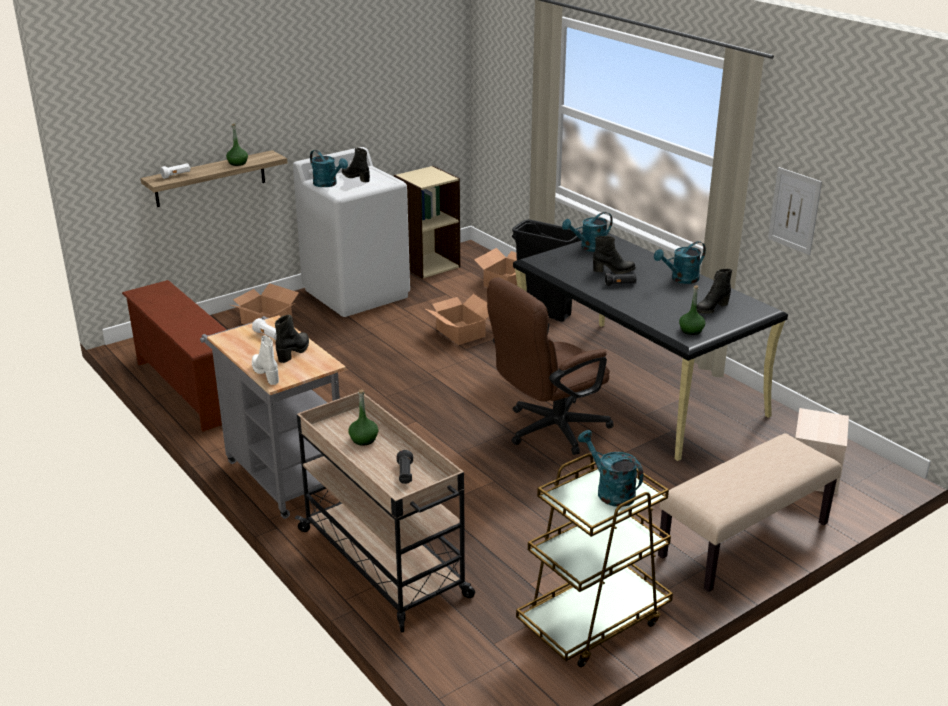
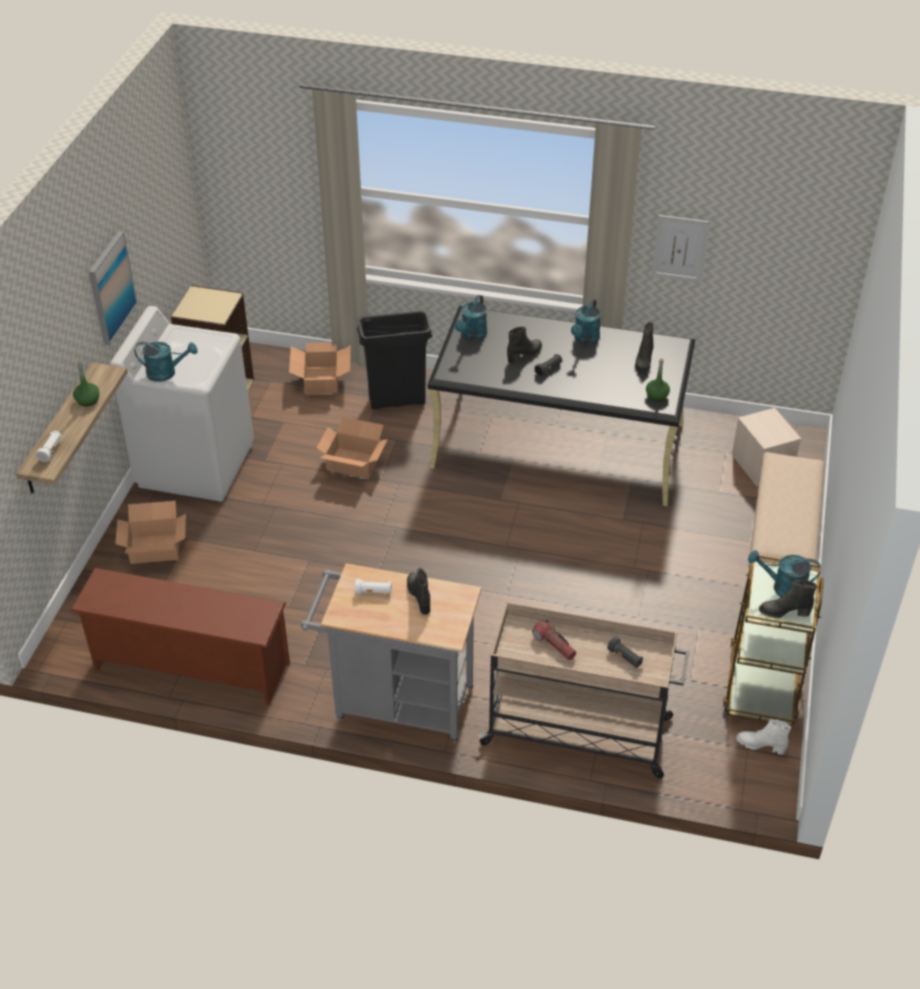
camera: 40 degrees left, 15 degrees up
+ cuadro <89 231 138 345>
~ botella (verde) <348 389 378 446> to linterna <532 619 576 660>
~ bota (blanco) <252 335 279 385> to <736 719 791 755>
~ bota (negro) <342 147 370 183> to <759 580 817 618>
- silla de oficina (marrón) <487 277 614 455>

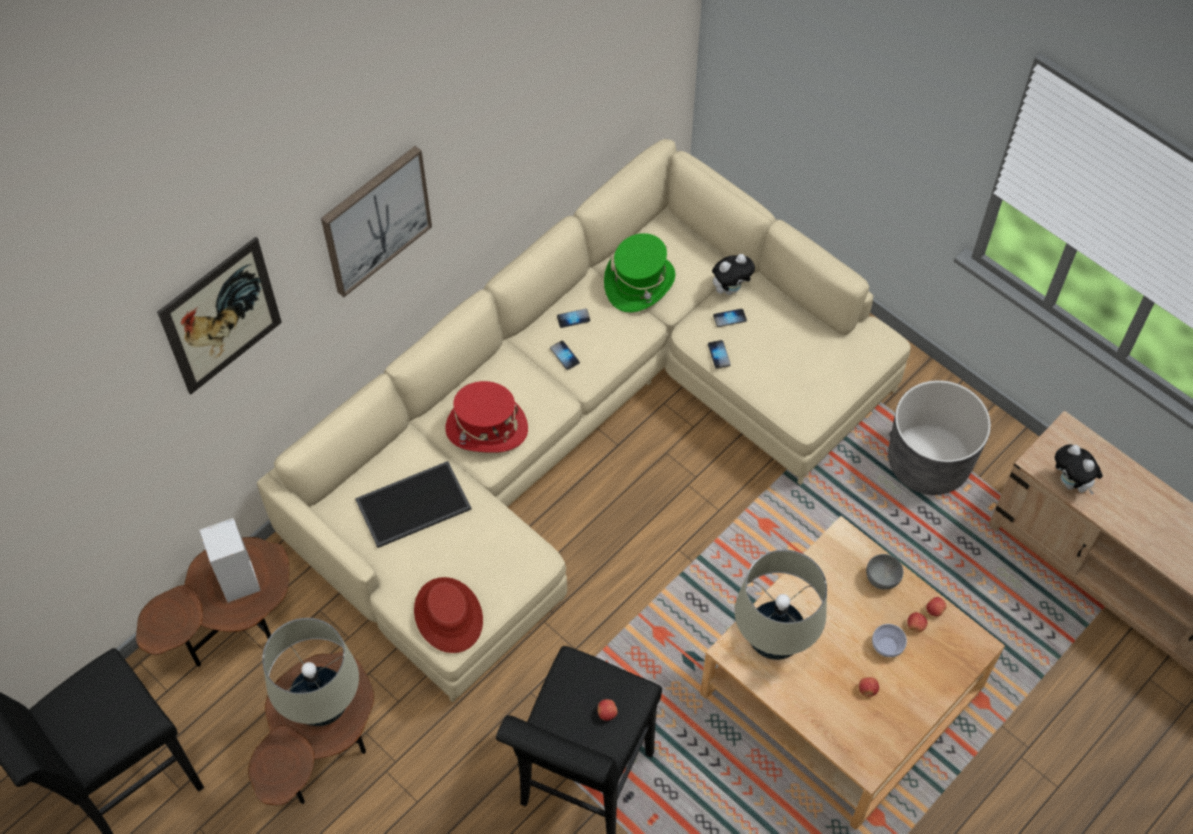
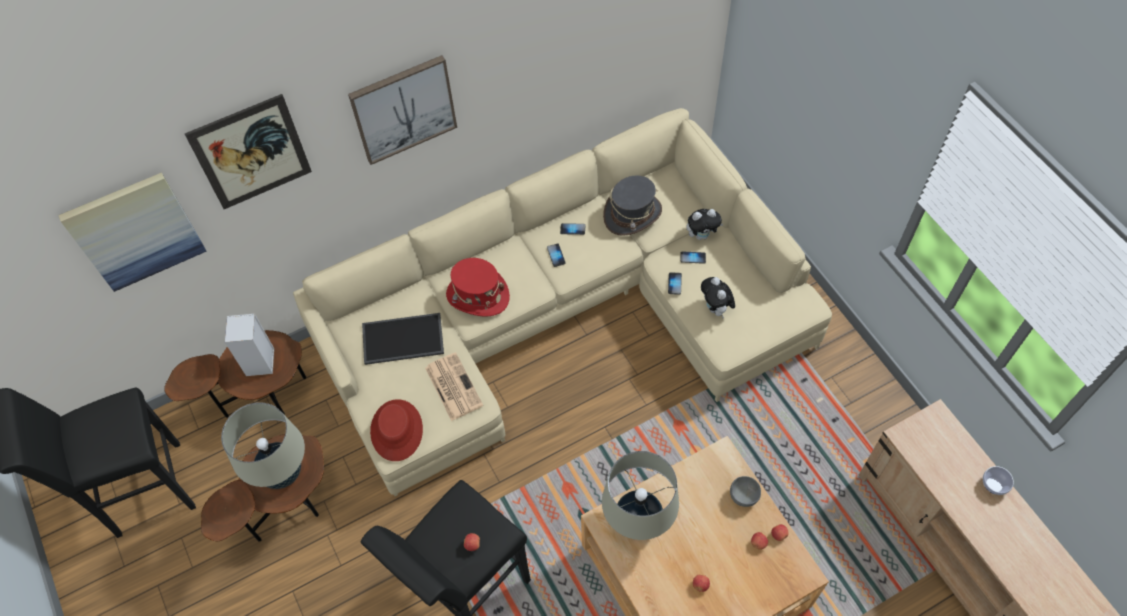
camera: 20 degrees right, 0 degrees up
+ cuadro <58 172 207 292>
+ periódico <425 352 483 421>
~ sombrero (verde) <604 233 675 313> to sombrero (gris) <603 175 662 236>
~ peluche <1055 444 1103 495> to <701 277 735 318>
~ cuenco <872 624 907 657> to <983 466 1014 495>
- maceta (gris) <888 380 991 495>

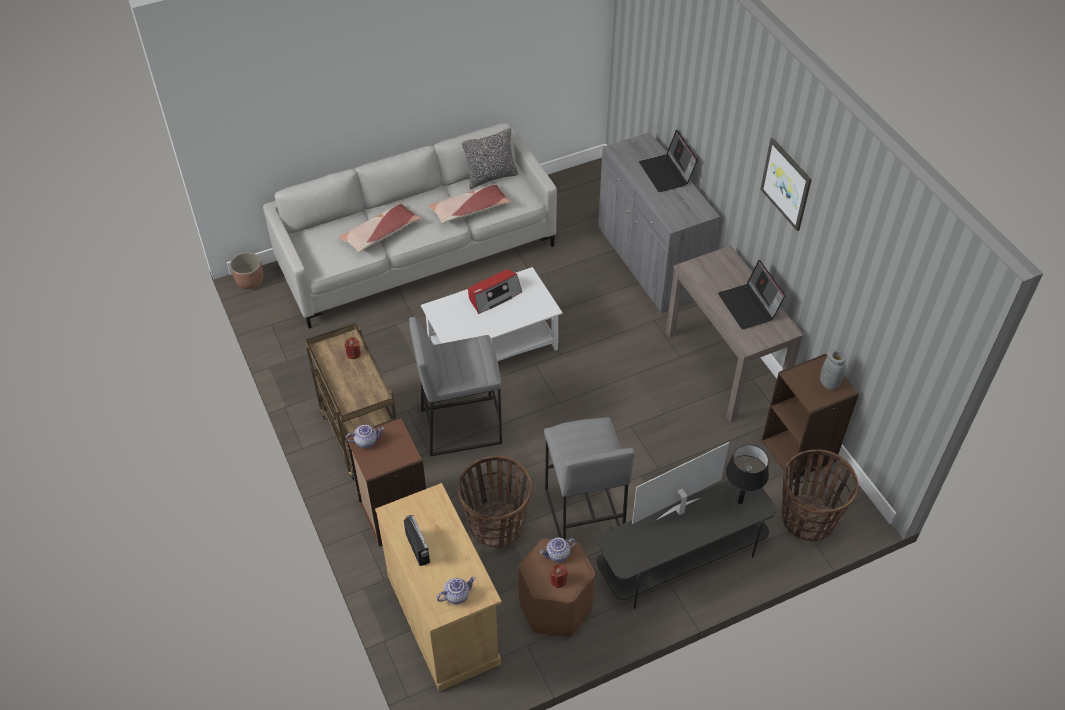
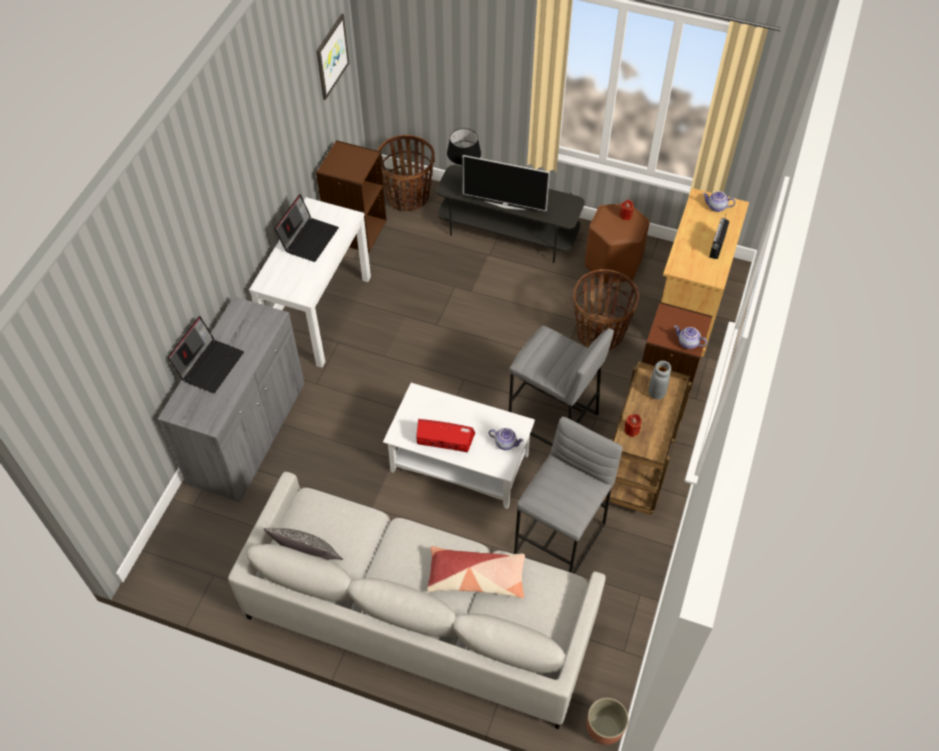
camera: 135 degrees left, 5 degrees up
~ mesa consola (marrón) <666 246 804 422> to mesa consola (blanco) <249 197 371 368>
~ cuadro <760 138 812 231> to <316 14 349 100>
~ tetera <540 538 576 562> to <489 428 524 450>
~ taburete (gris) <544 417 635 540> to <514 416 623 574>
~ florero (gris) <820 350 847 390> to <649 361 671 399>
- cojín <428 184 511 223>

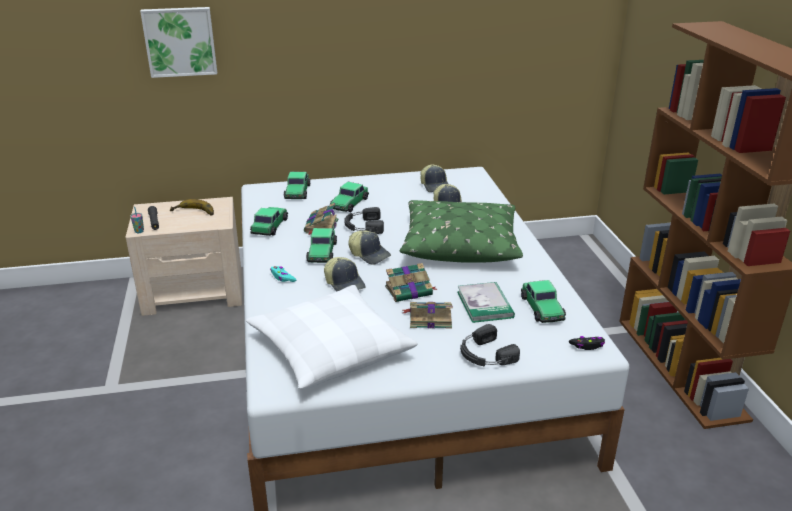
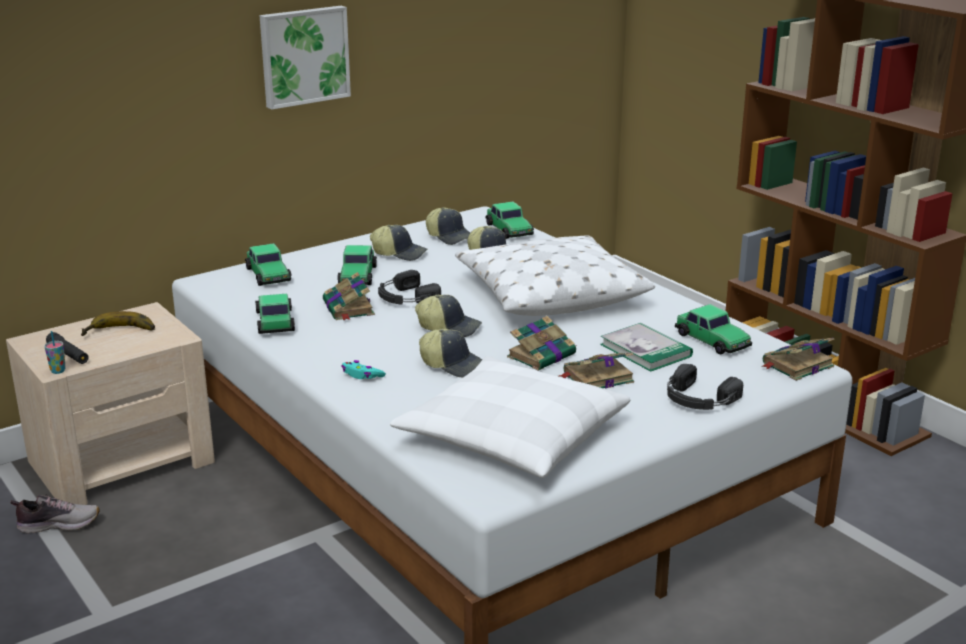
camera: 25 degrees left, 5 degrees down
+ zapato <10 495 100 533>
~ cuadro <140 7 217 78> to <259 6 351 110>
+ gorra <370 225 427 261>
~ cojín (verde) <400 200 523 263> to cojín (blanco) <455 235 655 316>
~ coche de juguete <306 228 337 263> to <486 201 534 239>
~ mando de consola (negro) <569 336 605 350> to libro <761 338 834 381>

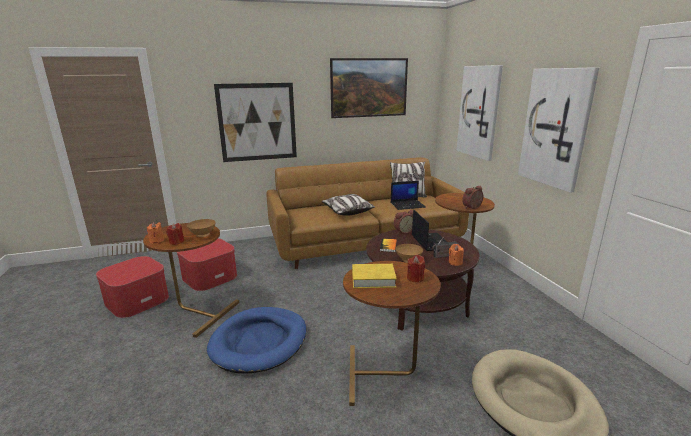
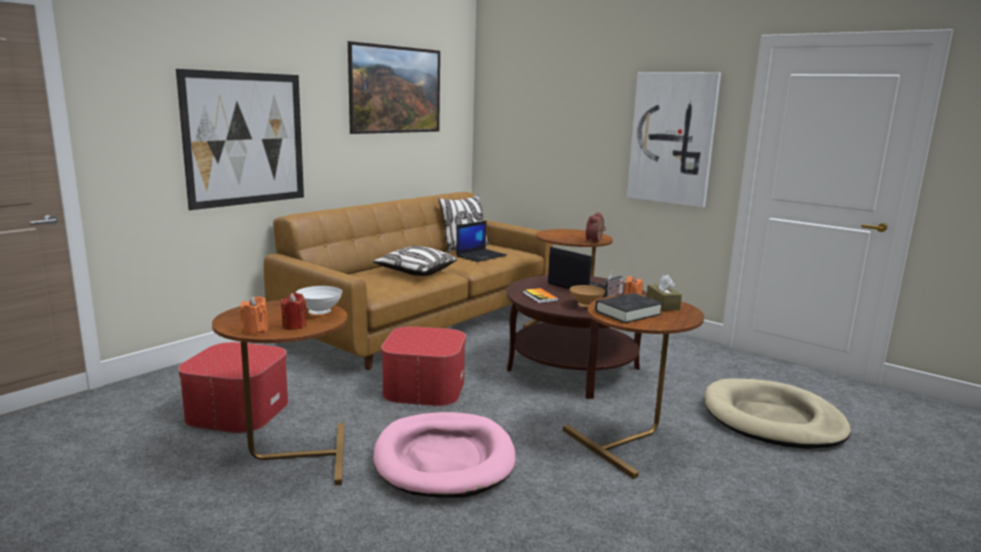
camera: 35 degrees left, 5 degrees down
~ cuenco (marrón) <187 219 216 237> to cuenco (blanco) <295 286 343 314>
~ cama para perro (azul) <207 307 306 374> to cama para perro (rosa) <373 412 515 498>
~ puf <96 256 169 318> to <381 326 466 406>
~ libro (amarillo) <352 264 397 288> to libro (negro) <595 293 663 323>
~ vela (rojo) <407 255 425 282> to caja de pañuelos (marrón) <646 275 682 311>
- despertador <394 210 413 234>
- cuadro <456 65 503 161>

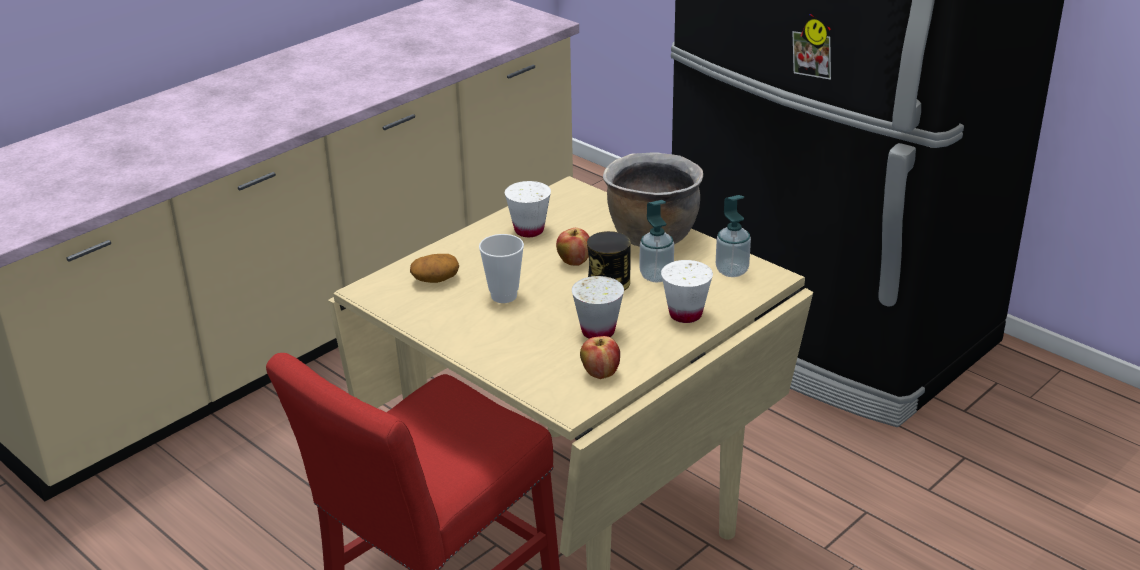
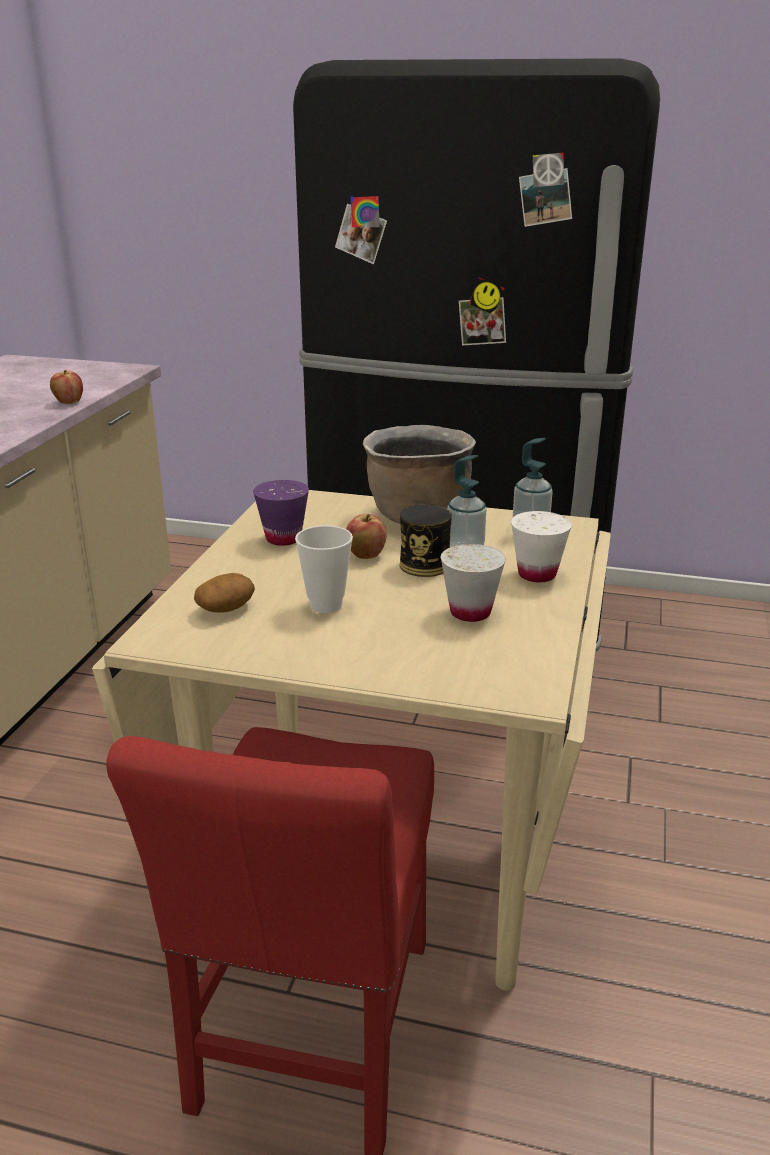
camera: 30 degrees left, 5 degrees down
~ manzana <580 336 620 379> to <50 370 83 404>
~ taza (blanco) <505 181 551 237> to taza (morado) <253 480 309 546>

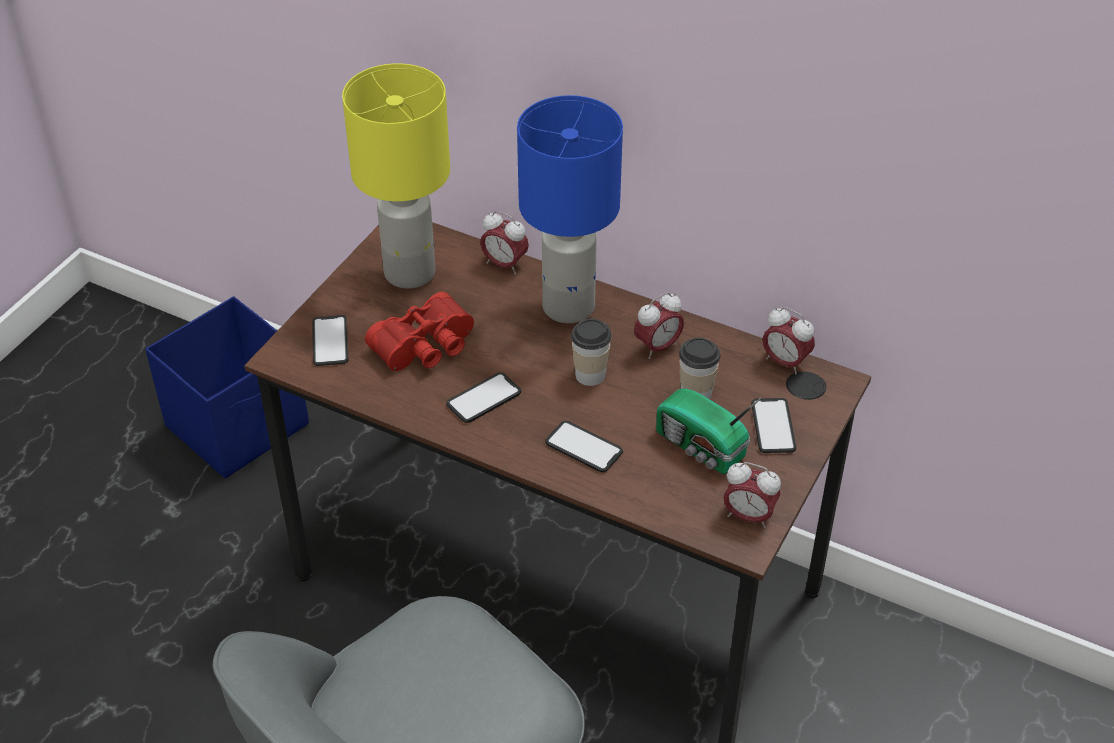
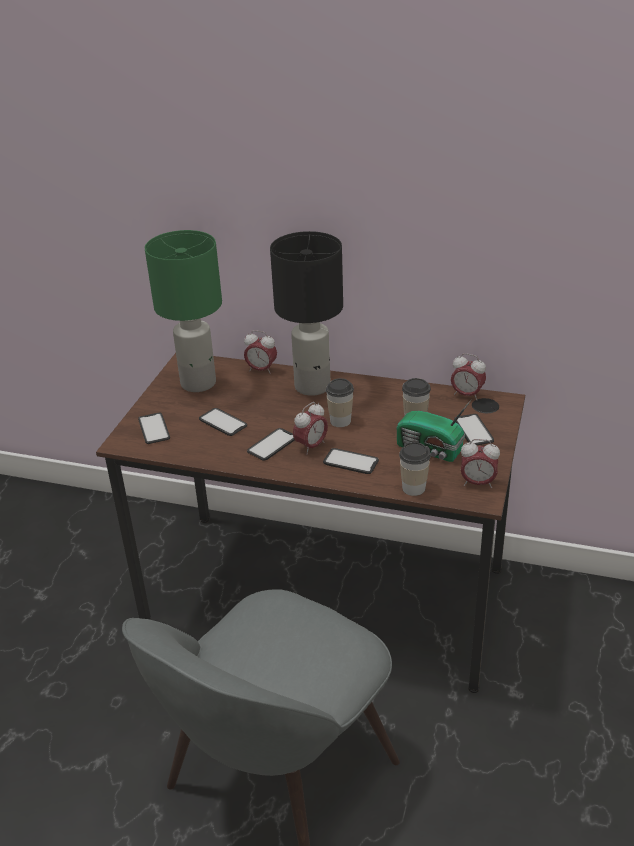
camera: 10 degrees left, 10 degrees down
~ lámpara de mesa (amarillo) <342 63 450 289> to lámpara de mesa (verde) <145 230 222 392>
~ prismáticos (rojo) <365 292 474 371> to móvil <199 408 247 436>
~ lámpara de mesa (azul) <517 95 623 323> to lámpara de mesa (negro) <270 231 343 396>
~ despertador <634 292 684 359> to <293 402 328 455>
+ taza <399 442 431 496>
- caja de almacenaje (azul) <145 297 309 478>

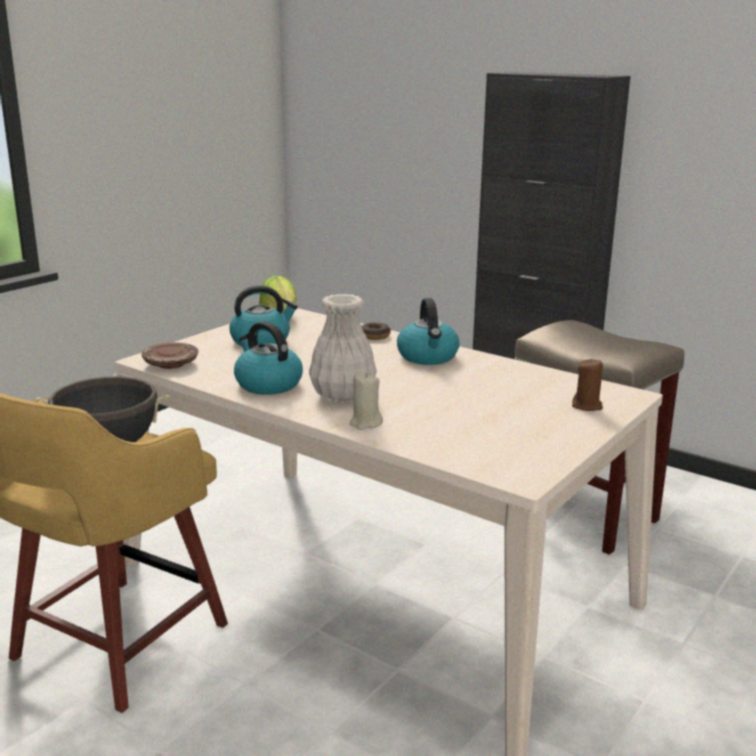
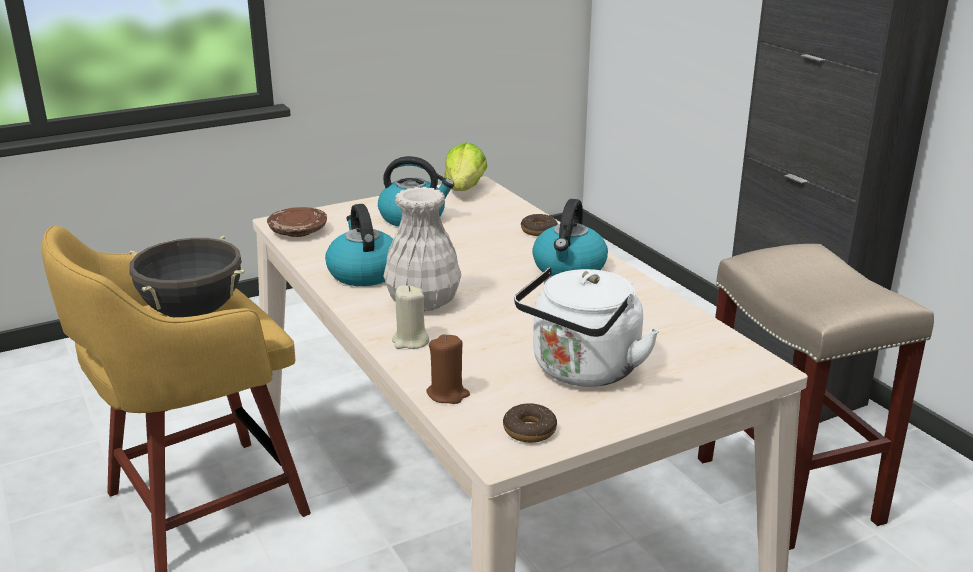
camera: 25 degrees right, 5 degrees up
~ vela (marrón) <572 358 603 411> to <426 335 470 404>
+ rosquilla <503 403 557 443>
+ hervidor (blanco) <514 267 659 387>

